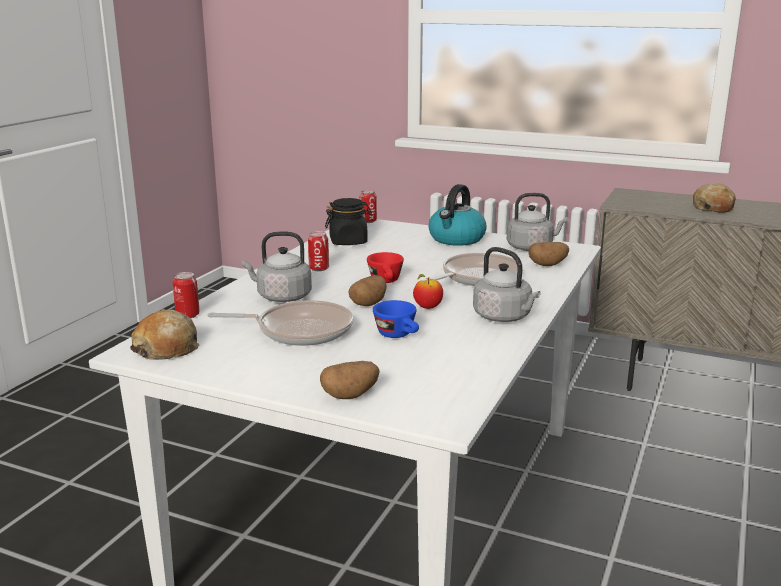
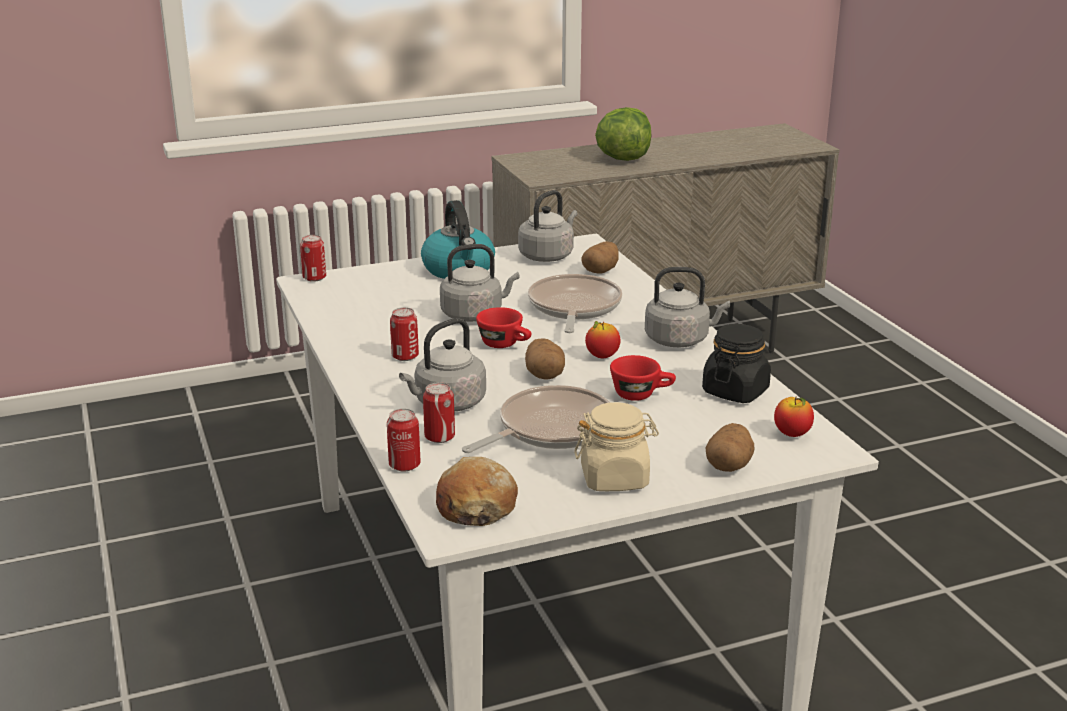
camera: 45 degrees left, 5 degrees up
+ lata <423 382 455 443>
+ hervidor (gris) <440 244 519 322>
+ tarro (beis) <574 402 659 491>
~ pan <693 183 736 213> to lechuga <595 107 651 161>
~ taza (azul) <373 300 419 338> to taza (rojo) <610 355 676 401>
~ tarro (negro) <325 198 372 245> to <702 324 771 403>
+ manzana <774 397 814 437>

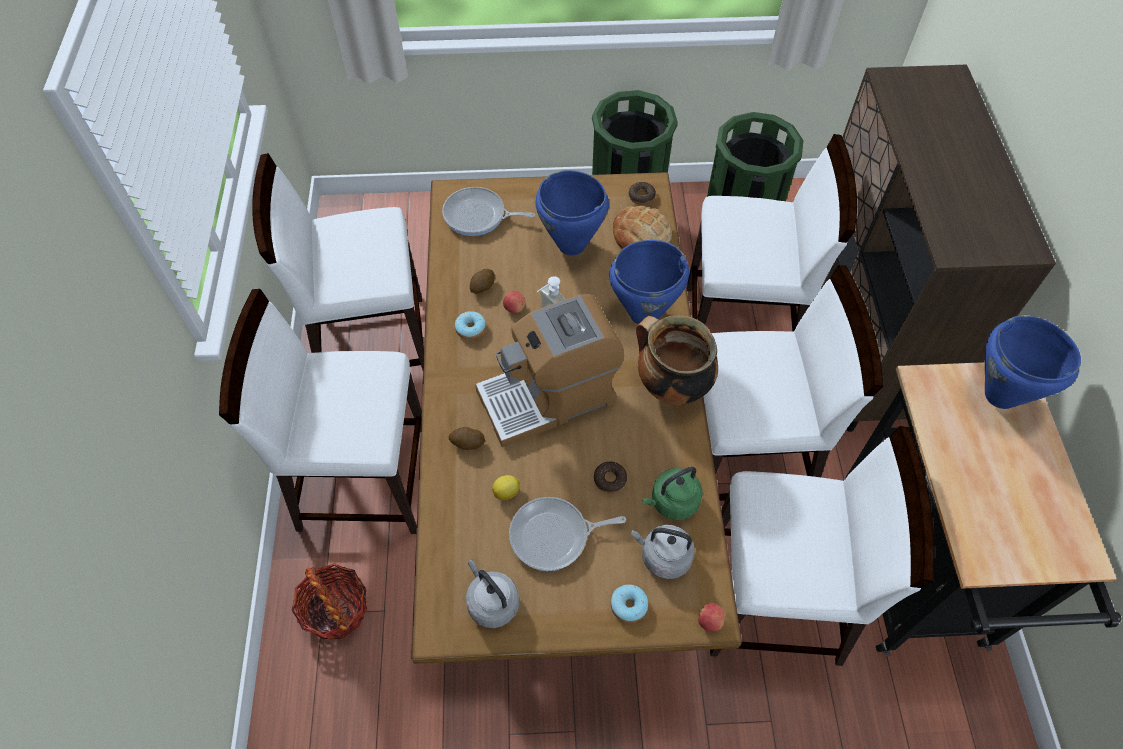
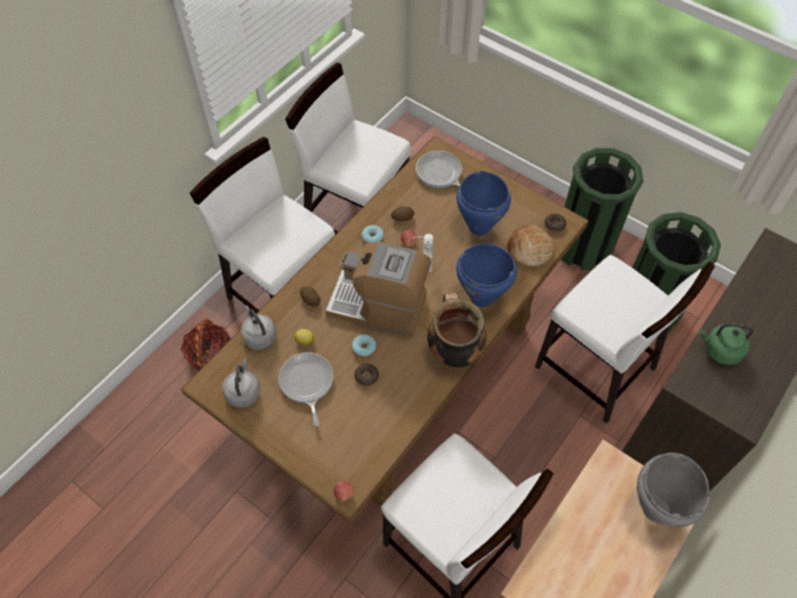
camera: 40 degrees right, 0 degrees up
~ hervidor (gris) <631 525 695 579> to <241 305 276 350>
~ sartén <509 497 626 571> = <279 352 334 426> 45 degrees clockwise
~ rosquilla <611 585 648 623> to <352 334 377 358>
~ olla (azul) <985 315 1081 409> to olla (gris) <637 453 710 527>
~ hervidor (verde) <642 466 703 520> to <699 323 753 365>
- silla (blanco) <703 266 883 501>

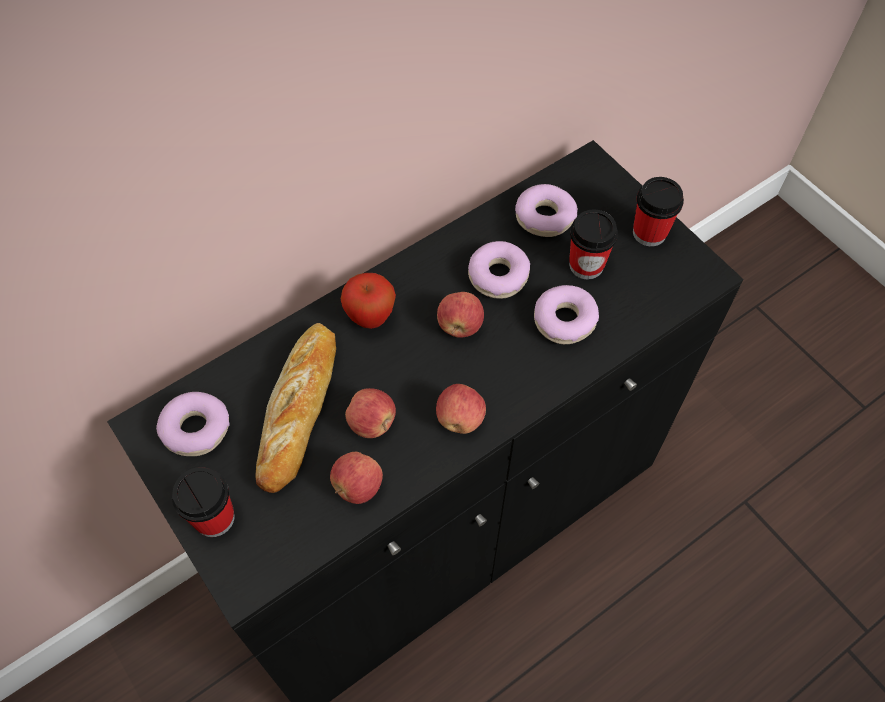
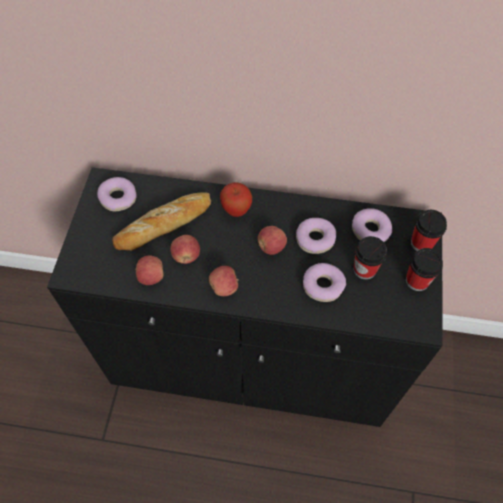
camera: 45 degrees right, 0 degrees up
~ taza <172 467 235 537> to <411 210 447 251>

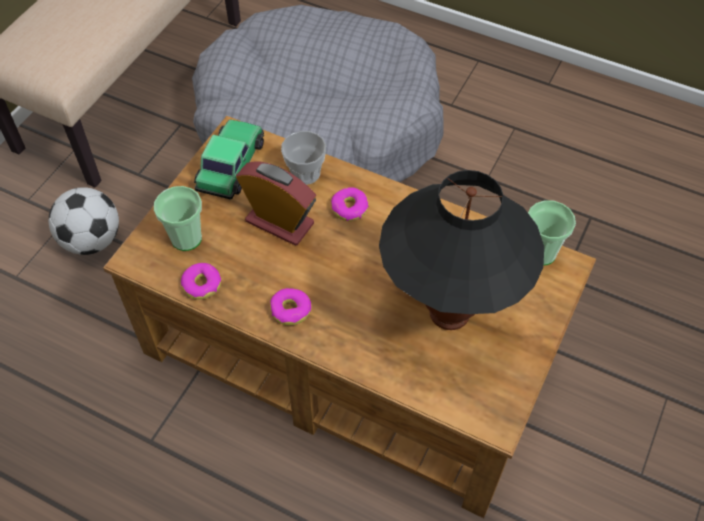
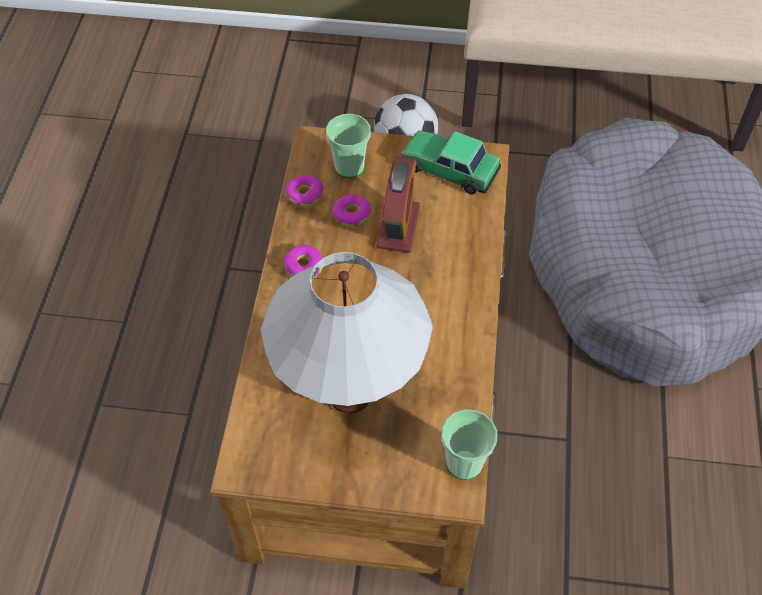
camera: 70 degrees right, 0 degrees up
~ lámpara de mesa (negro) <379 170 544 330> to lámpara de mesa (blanco) <260 252 433 414>
~ rosquilla <331 187 369 221> to <332 194 372 228>
~ coche de juguete <194 120 265 200> = <401 131 501 194> 150 degrees counterclockwise
- taza <281 131 326 185>

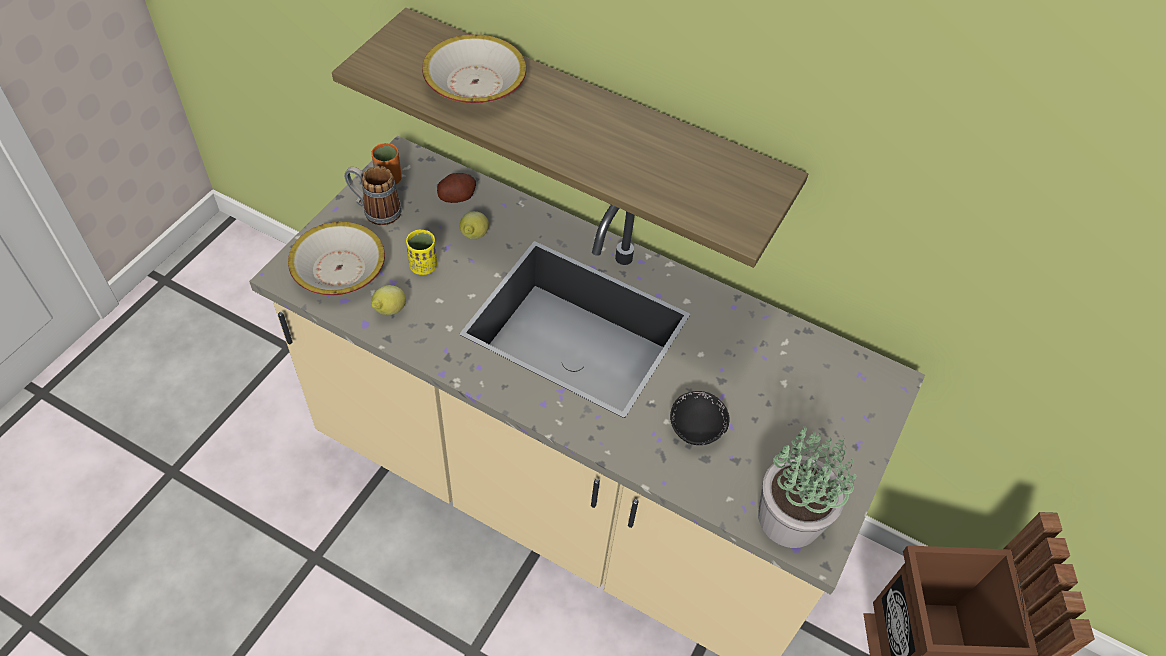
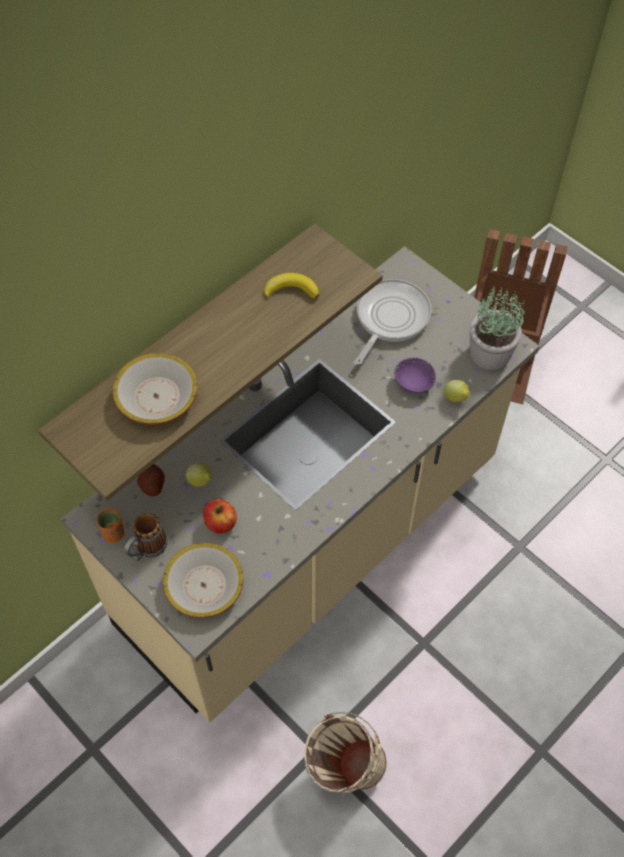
camera: 70 degrees left, 5 degrees up
~ taza (amarillo) <406 229 437 275> to manzana <203 499 237 533>
+ plátano <264 273 319 299>
+ cubo (beis) <304 712 387 793>
+ sartén <355 279 431 364>
~ cuenco (negro) <670 391 729 445> to cuenco (morado) <394 358 436 393>
~ limón <372 285 406 315> to <444 380 470 402>

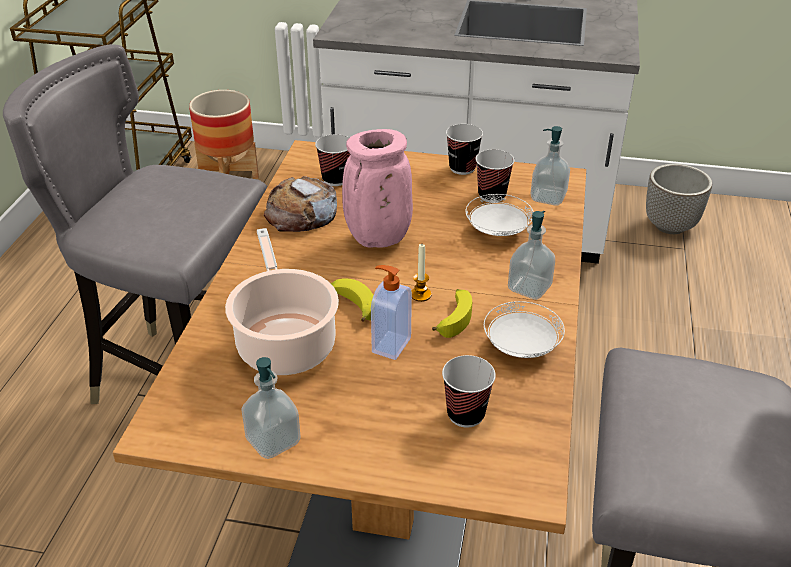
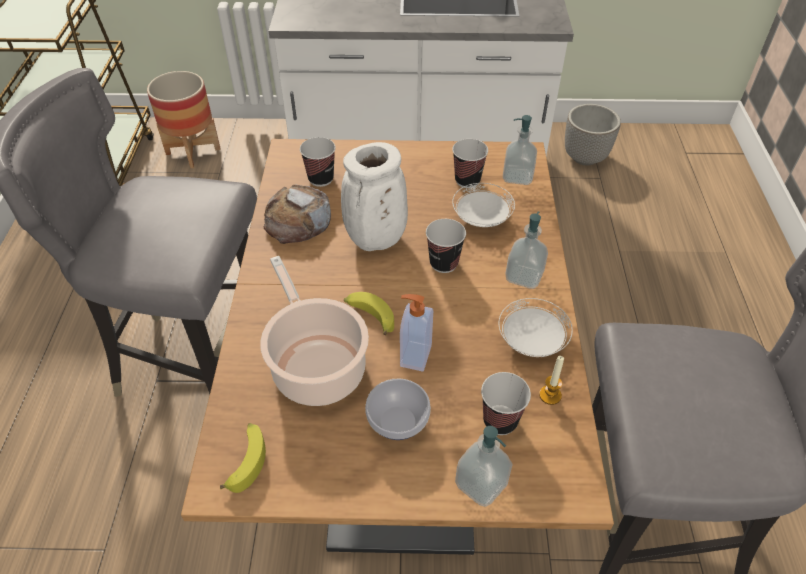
camera: 10 degrees left, 10 degrees up
~ plátano <432 289 472 338> to <220 423 266 493>
~ florero (rosa) <342 129 413 248> to florero (blanco) <341 142 408 251>
+ cuenco <365 378 431 440>
~ taza <446 124 483 175> to <426 219 466 273>
~ dispensador de jabón <241 357 301 459> to <455 426 513 507>
~ vela <411 244 432 302> to <539 356 564 405>

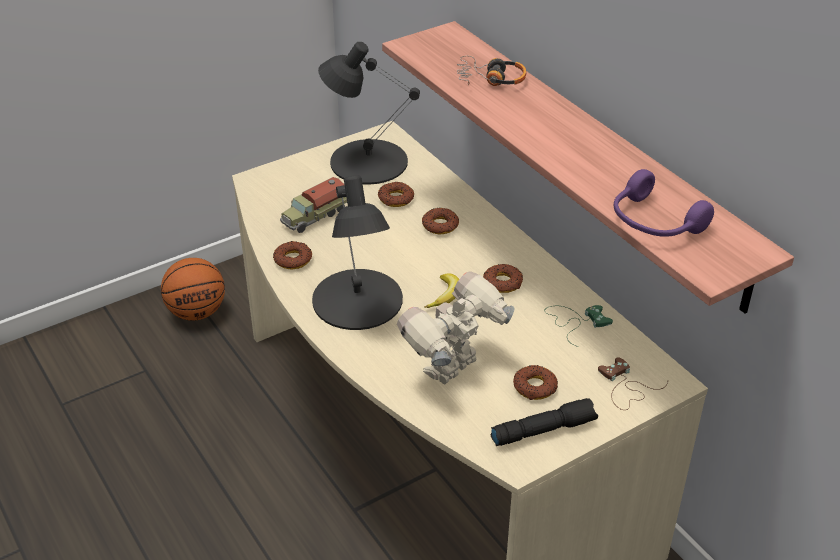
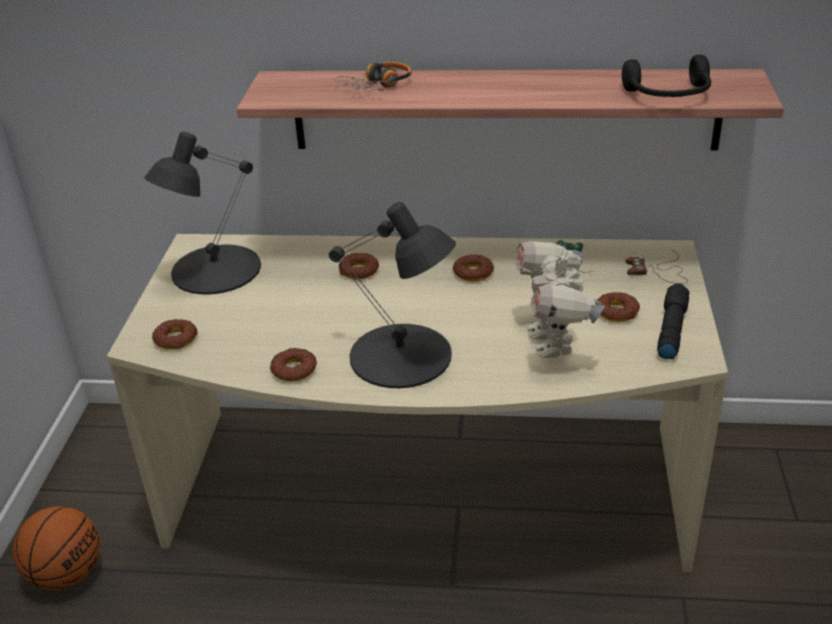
camera: 50 degrees left, 5 degrees down
~ rosquilla <378 182 414 207> to <152 319 198 350>
~ auriculares (morado) <614 169 714 237> to auriculares (negro) <622 55 711 97>
- camión de juguete <280 177 347 233>
- plátano <424 273 459 308>

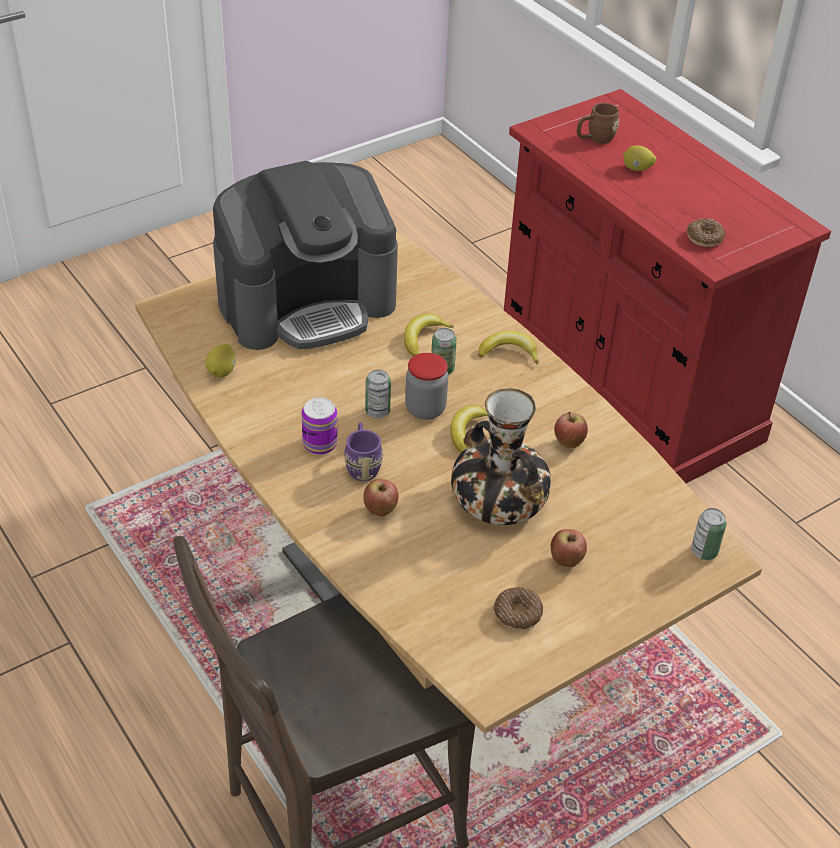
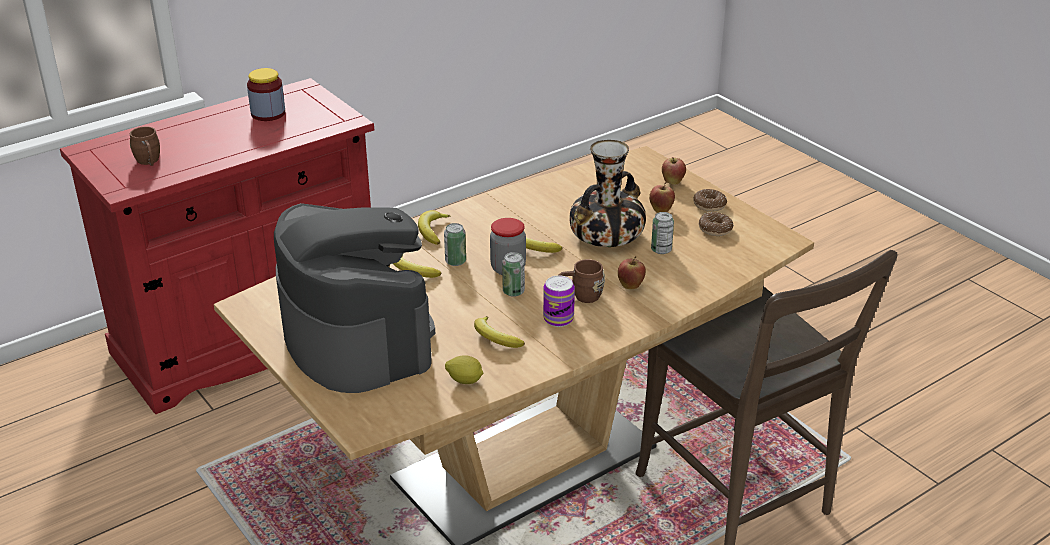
camera: 90 degrees left, 10 degrees down
+ tarro <247 68 285 121>
+ plátano <474 316 525 348>
~ taza grande (morado) <344 422 383 481> to taza grande (marrón) <559 259 605 303>
~ lata <691 508 727 560> to <651 212 674 254>
~ manzana <554 412 588 448> to <662 157 686 185>
~ rosquilla <687 219 725 247> to <693 189 727 212>
- limón <623 145 656 171>

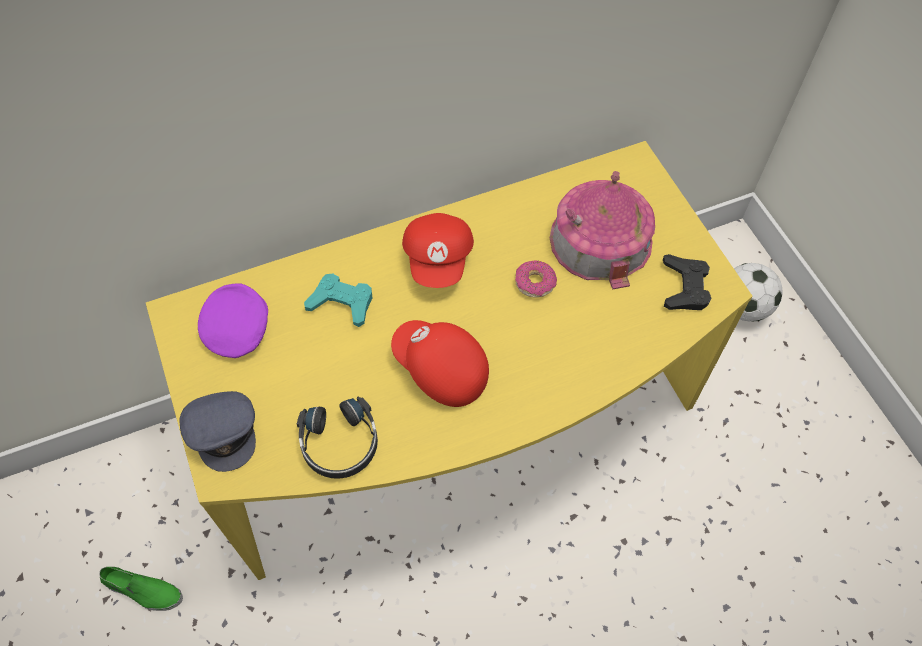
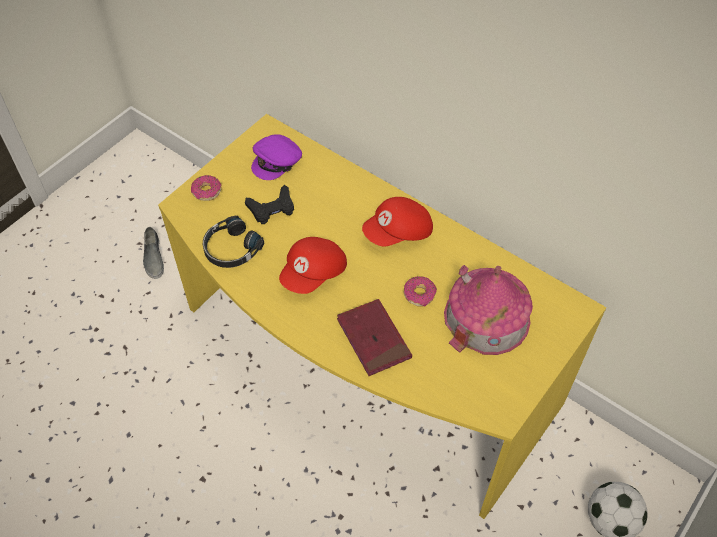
camera: 60 degrees right, 5 degrees down
~ zapato (verde) <99 567 183 611> to zapato (gris) <143 227 164 279>
~ gorra (gris) <180 391 256 472> to rosquilla <191 175 221 201>
~ mando de consola (negro) <663 254 711 310> to <245 185 294 224>
~ gorra (morado) <198 283 268 358> = <251 134 302 180> 150 degrees clockwise
~ gorra (rojo) <391 320 489 407> = <279 237 347 294> 150 degrees counterclockwise
+ libro (rojo) <337 299 412 376>
- mando de consola (turquesa) <304 274 372 327>

